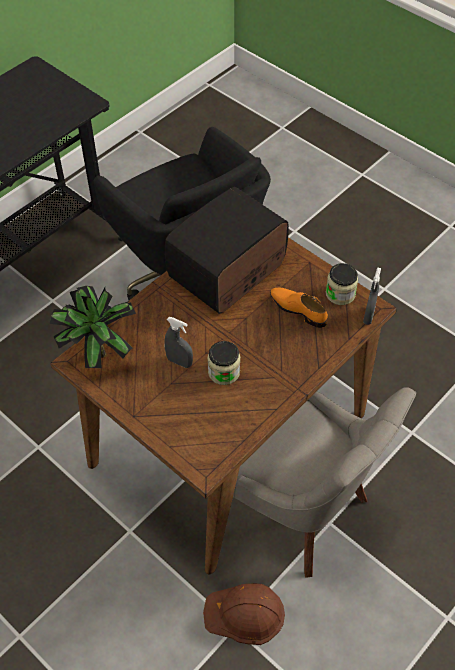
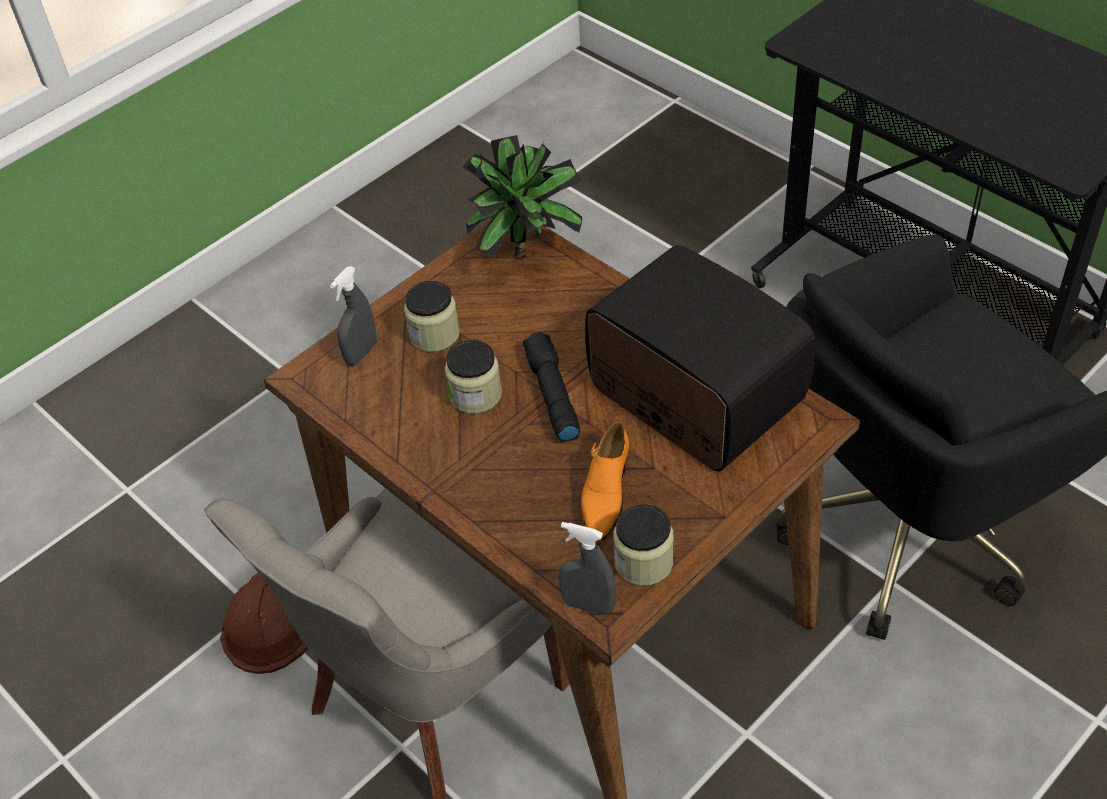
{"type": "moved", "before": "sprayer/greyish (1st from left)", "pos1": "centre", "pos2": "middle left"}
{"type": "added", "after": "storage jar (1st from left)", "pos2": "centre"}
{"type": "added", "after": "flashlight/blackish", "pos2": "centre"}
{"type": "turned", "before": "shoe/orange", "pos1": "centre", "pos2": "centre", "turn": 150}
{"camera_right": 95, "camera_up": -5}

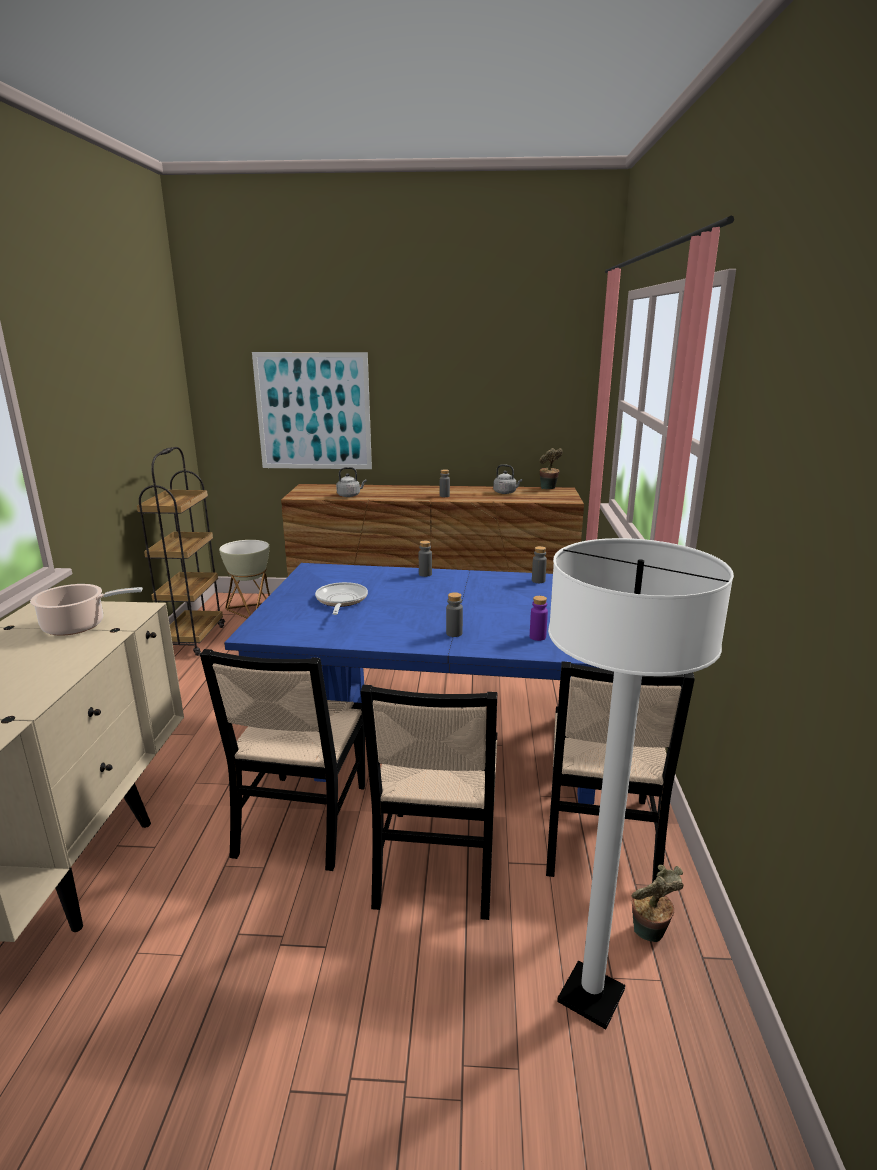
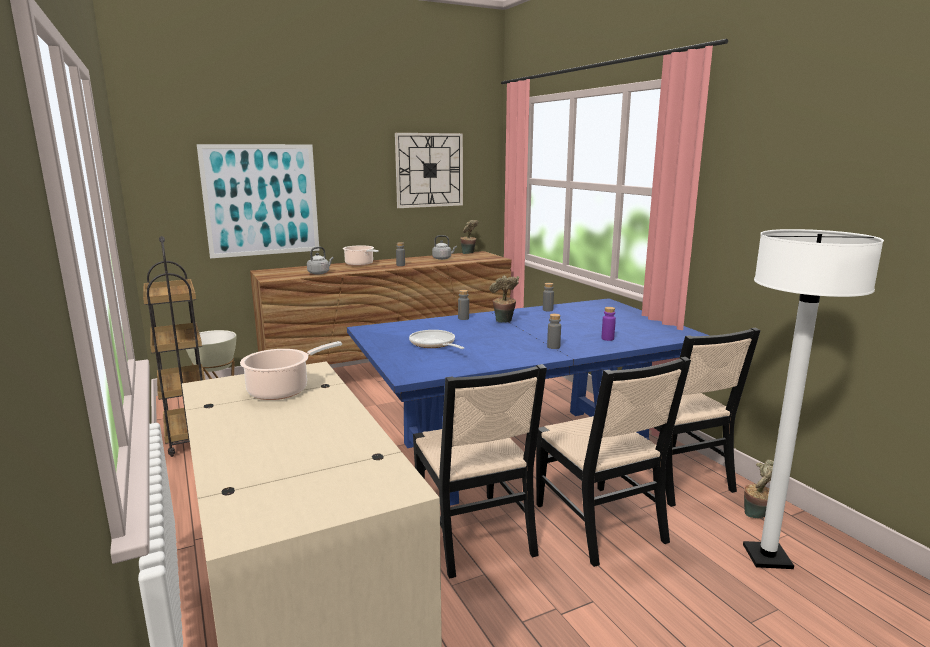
{"type": "added", "after": "cooking pot (2nd from left)", "pos2": "centre"}
{"type": "added", "after": "hanging clock", "pos2": "top centre"}
{"type": "added", "after": "plant in a pot (2nd from left)", "pos2": "centre"}
{"camera_right": -30, "camera_up": -5}

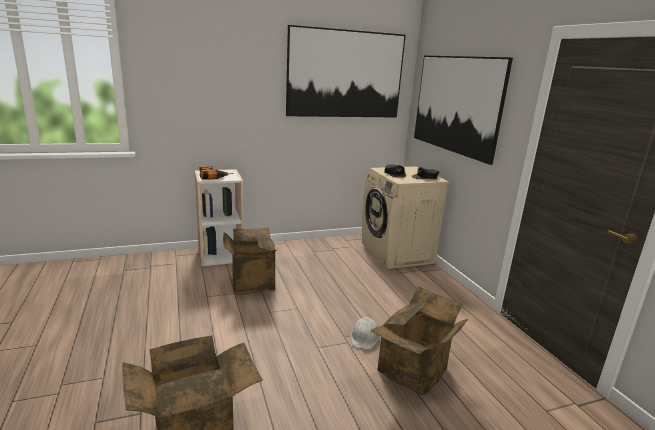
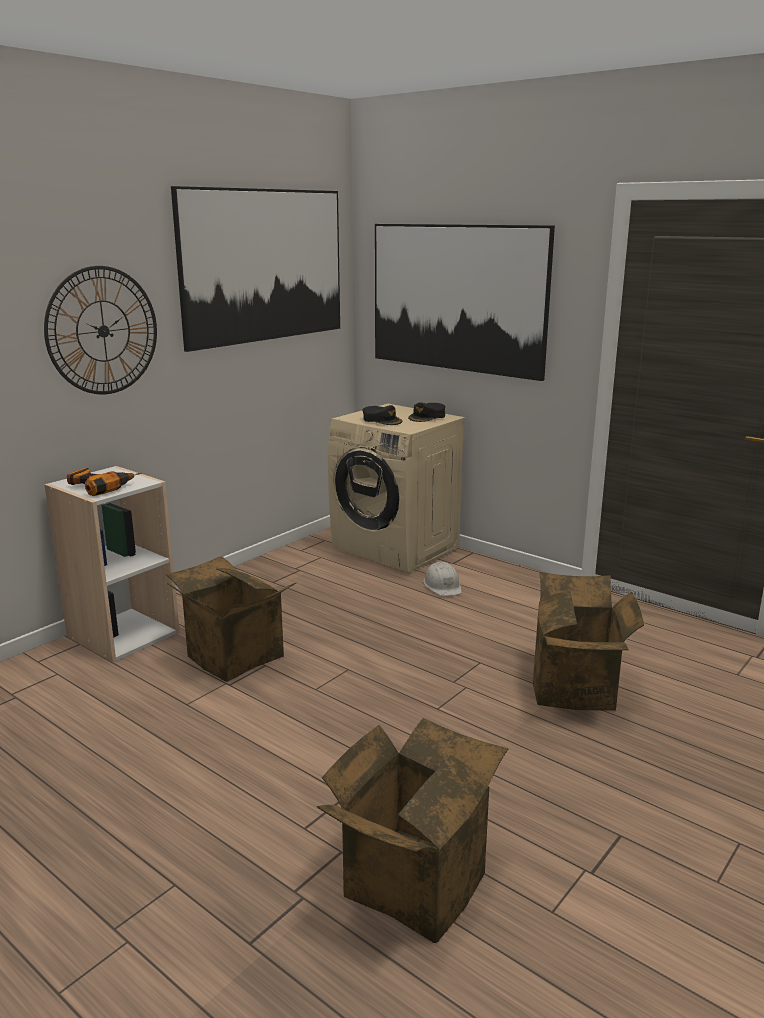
{"type": "added", "after": "hanging clock", "pos2": "top left"}
{"type": "moved", "before": "hard hat/white", "pos1": "bottom centre", "pos2": "centre"}
{"camera_right": -30, "camera_up": 0}

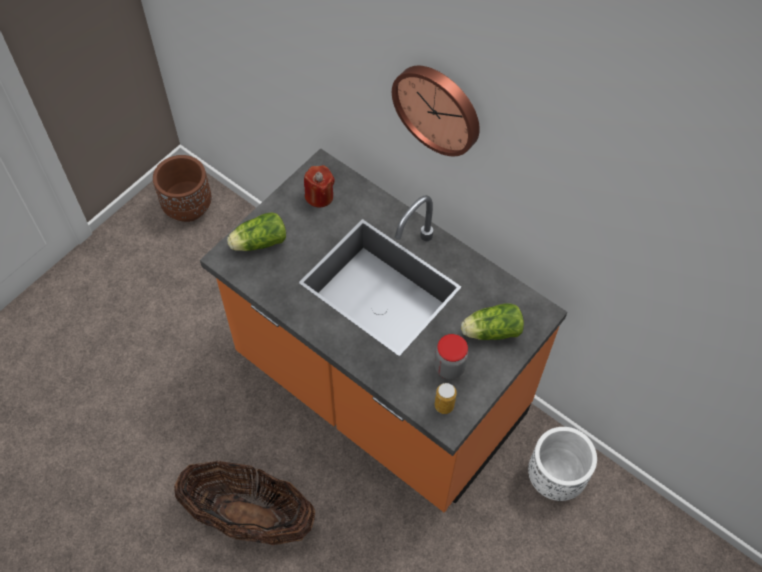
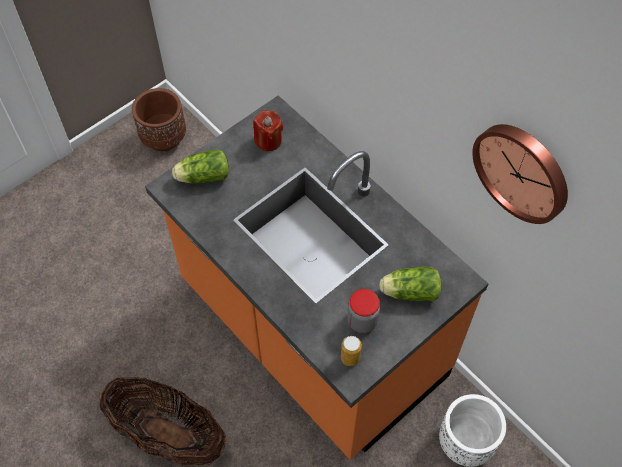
{"type": "moved", "before": "hanging clock", "pos1": "top centre", "pos2": "middle right"}
{"camera_right": 10, "camera_up": 0}

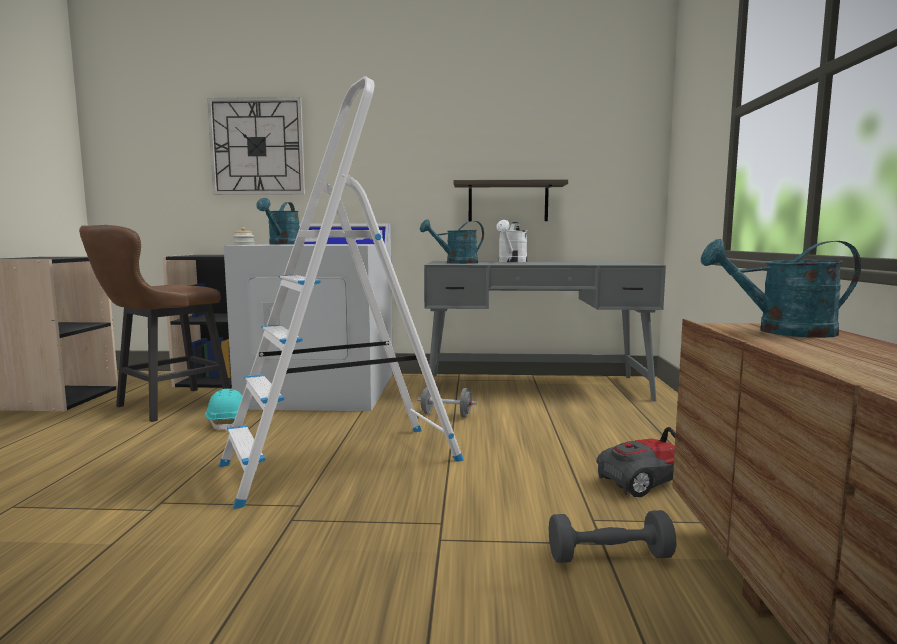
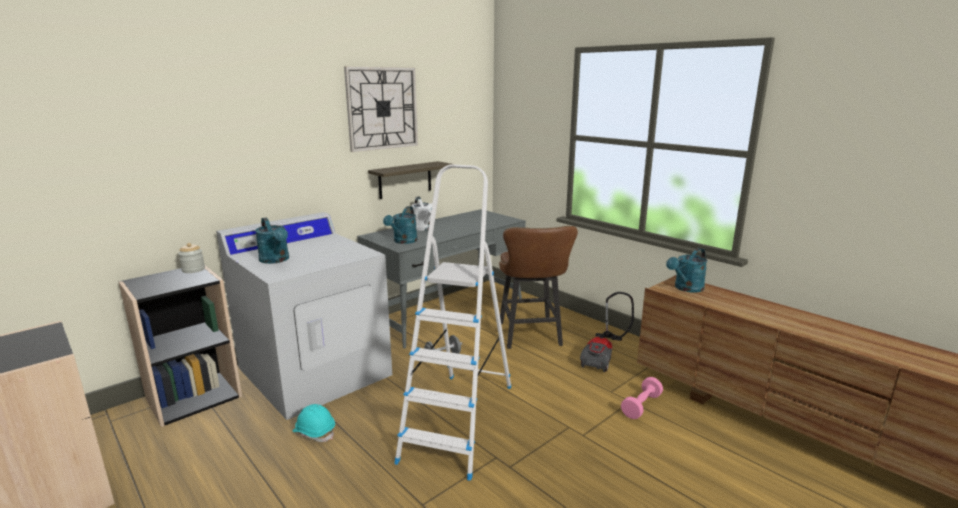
{"type": "moved", "before": "hanging clock", "pos1": "top left", "pos2": "top centre"}
{"type": "moved", "before": "stool seat/brown", "pos1": "middle left", "pos2": "centre"}
{"type": "recoloured", "before": "free weight/greyish (2nd from left)", "after": "free weight/pink", "pos1": "bottom right", "pos2": "bottom right"}
{"camera_right": -45, "camera_up": 10}

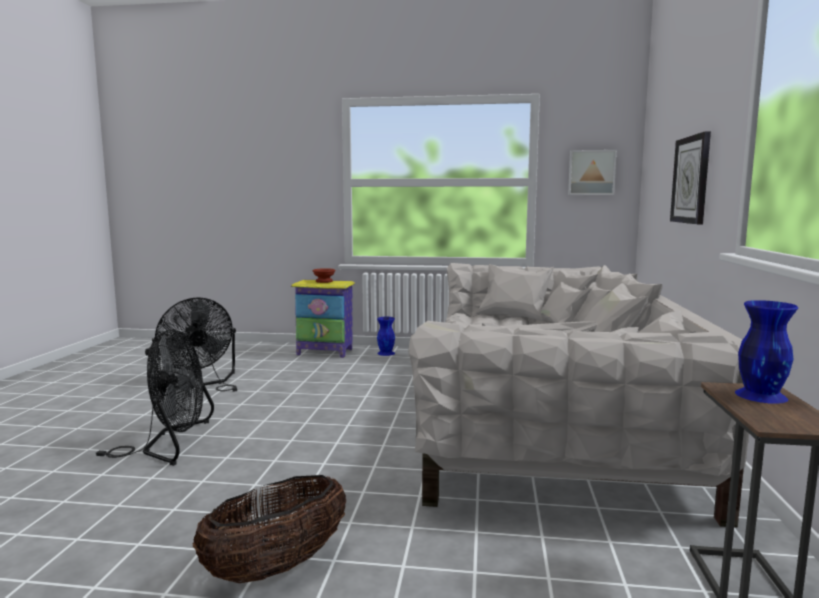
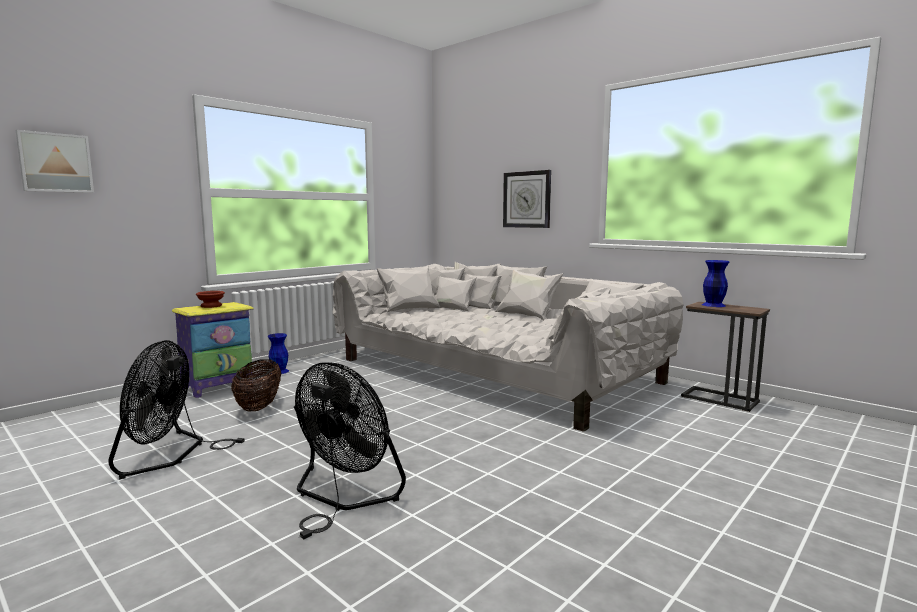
{"type": "moved", "before": "picture", "pos1": "top right", "pos2": "top left"}
{"type": "moved", "before": "basket", "pos1": "bottom left", "pos2": "middle left"}
{"camera_right": -55, "camera_up": 0}

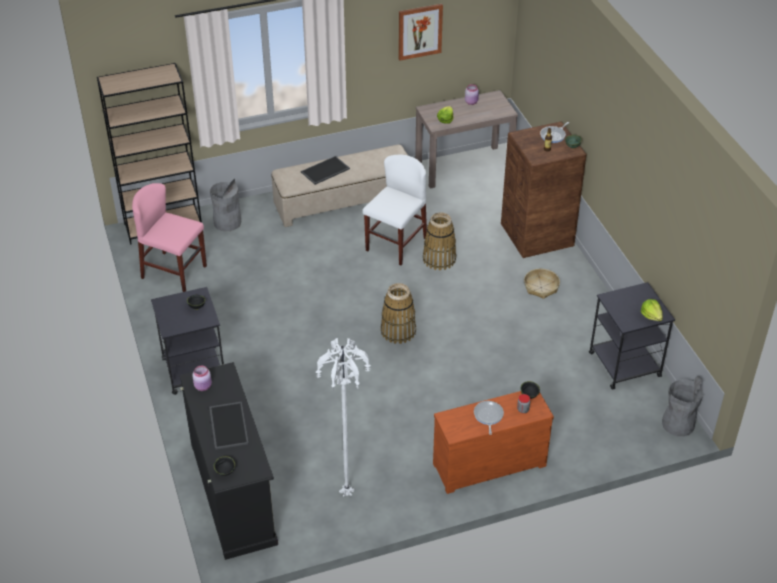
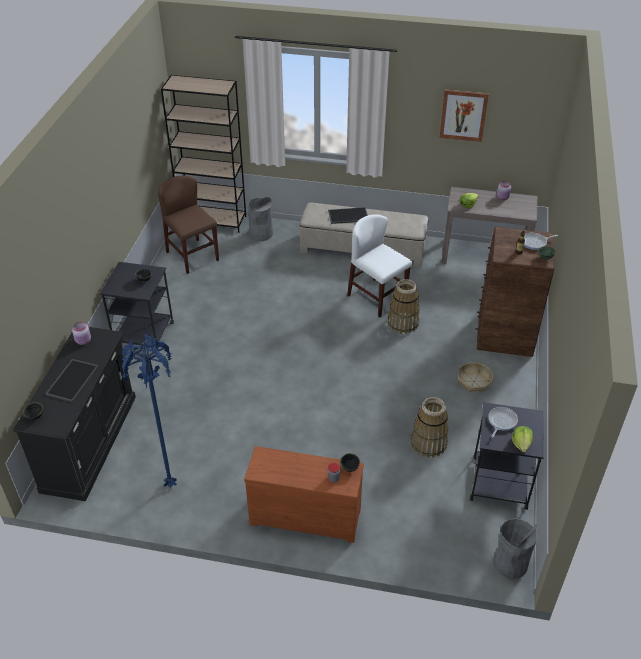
{"type": "recoloured", "before": "standard lamp/white", "after": "standard lamp/blue-coloured", "pos1": "bottom centre", "pos2": "middle left"}
{"type": "recoloured", "before": "upright chair/pink", "after": "upright chair/brown", "pos1": "middle left", "pos2": "middle left"}
{"type": "turned", "before": "upright chair/white", "pos1": "centre", "pos2": "centre", "turn": -105}
{"type": "moved", "before": "basket (1st from left in the first image)", "after": "basket (2nd from left)", "pos1": "centre", "pos2": "middle right"}
{"type": "moved", "before": "frying pan (1st from left)", "pos1": "bottom centre", "pos2": "middle right"}
{"camera_right": 30, "camera_up": 0}

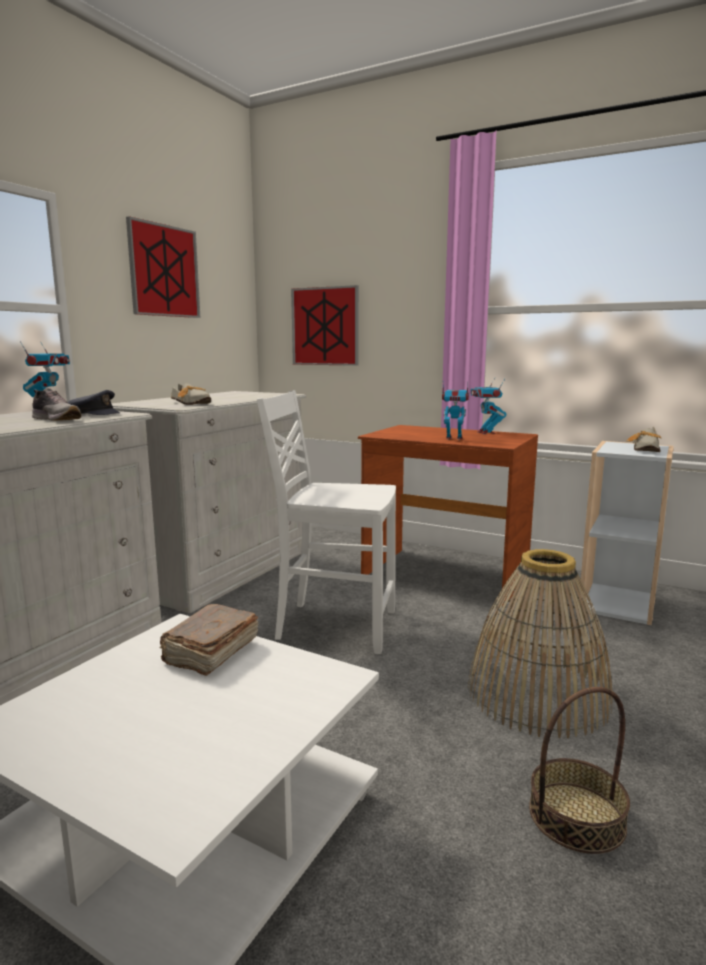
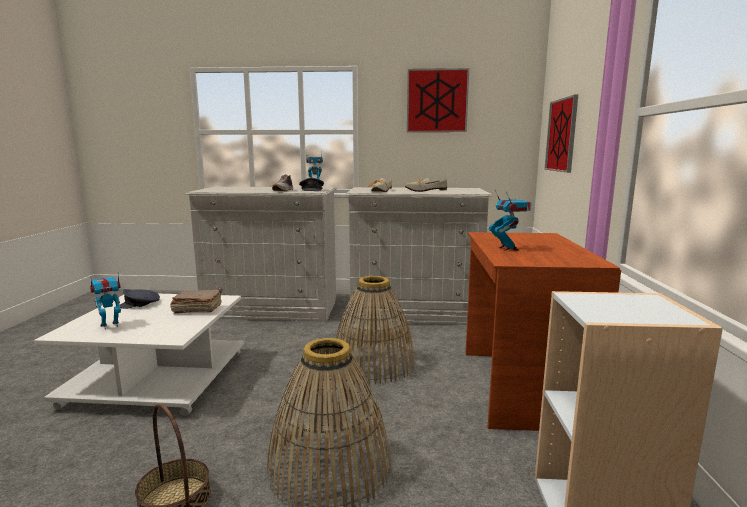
{"type": "moved", "before": "toy robot (3rd from left in the first image)", "after": "toy robot (1st from left)", "pos1": "middle right", "pos2": "middle left"}
{"type": "added", "after": "cap/greyish (1st from left)", "pos2": "middle left"}
{"type": "replaced", "before": "upright chair/white", "after": "basket (3rd from left)", "pos1": "centre", "pos2": "centre"}
{"type": "moved", "before": "shoe (3rd from left)", "pos1": "middle right", "pos2": "centre"}
{"camera_right": 65, "camera_up": 0}

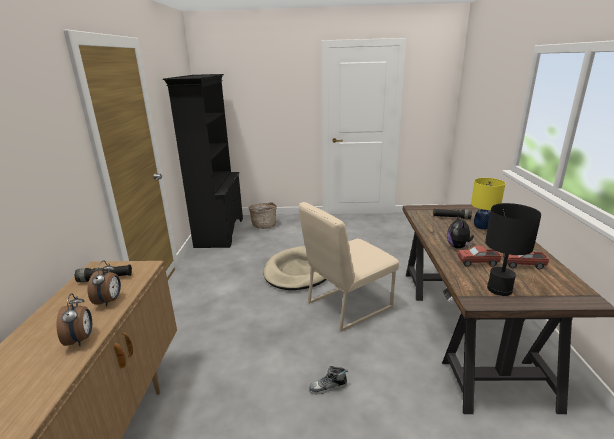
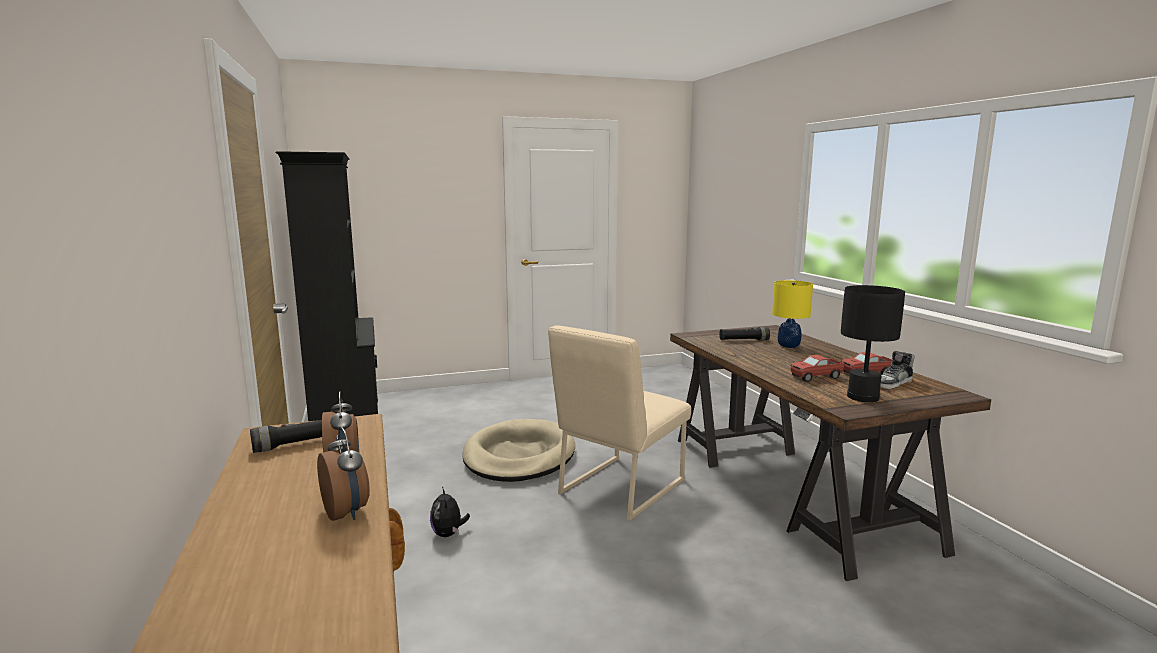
{"type": "moved", "before": "cuddly toy", "pos1": "middle right", "pos2": "bottom centre"}
{"type": "moved", "before": "shoe", "pos1": "bottom centre", "pos2": "middle right"}
{"type": "removed", "before": "basket", "pos1": "centre"}
{"camera_right": -20, "camera_up": -10}

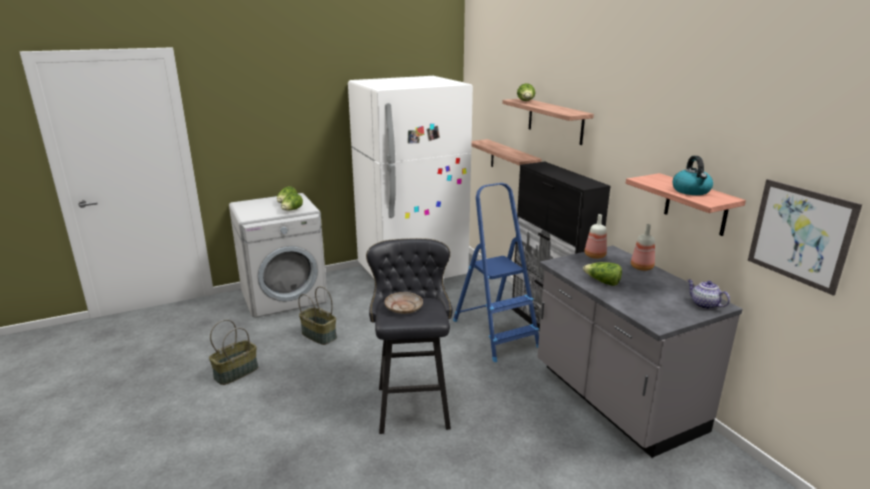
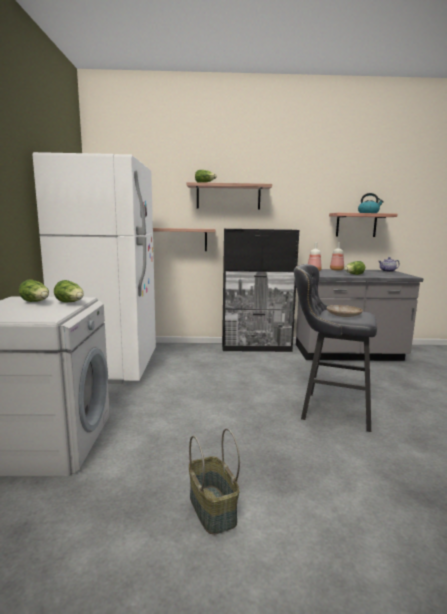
{"type": "removed", "before": "basket (2nd from left)", "pos1": "centre"}
{"type": "removed", "before": "stepladder/blue-coloured", "pos1": "centre"}
{"type": "removed", "before": "picture", "pos1": "middle right"}
{"camera_right": -65, "camera_up": -10}

